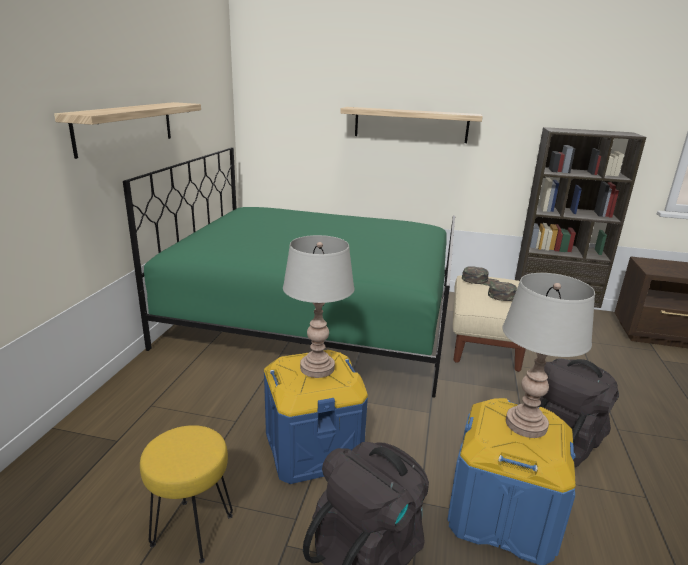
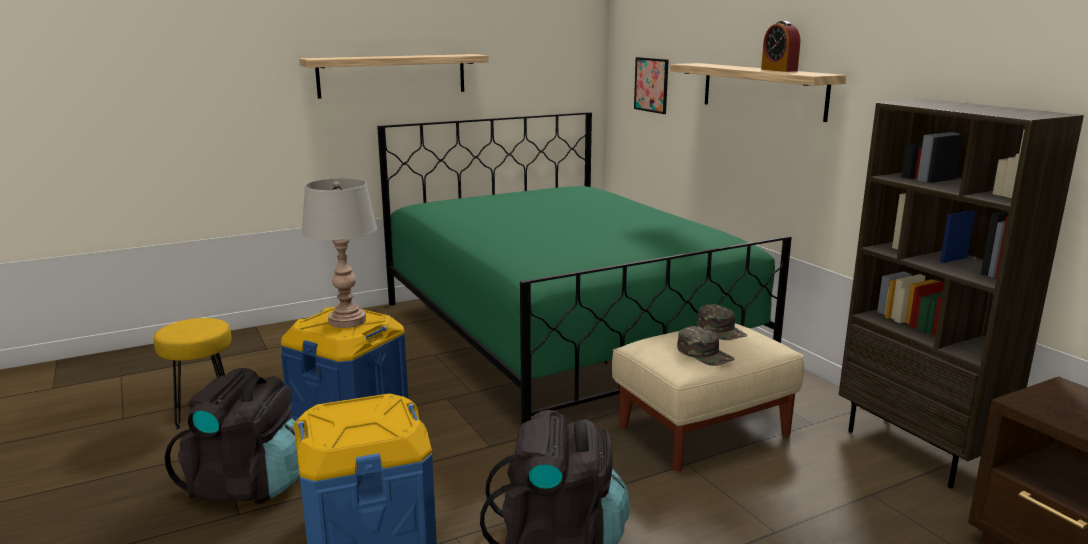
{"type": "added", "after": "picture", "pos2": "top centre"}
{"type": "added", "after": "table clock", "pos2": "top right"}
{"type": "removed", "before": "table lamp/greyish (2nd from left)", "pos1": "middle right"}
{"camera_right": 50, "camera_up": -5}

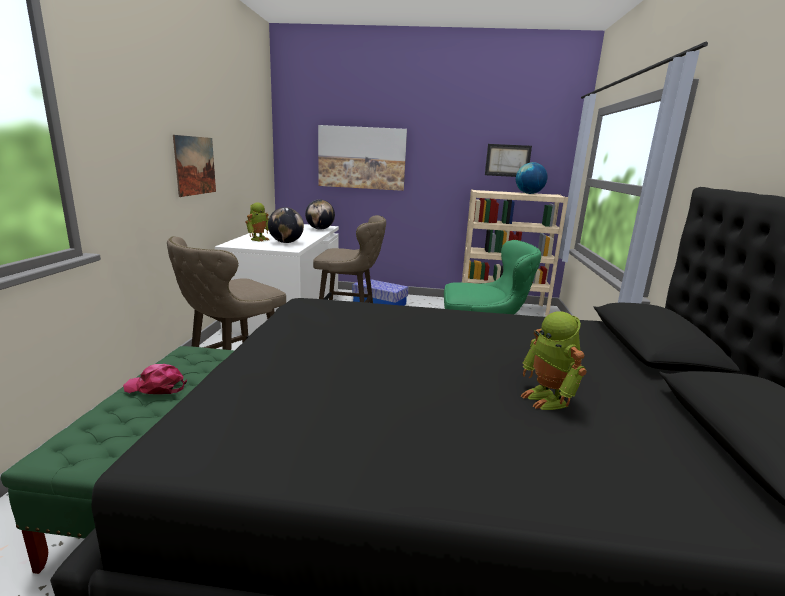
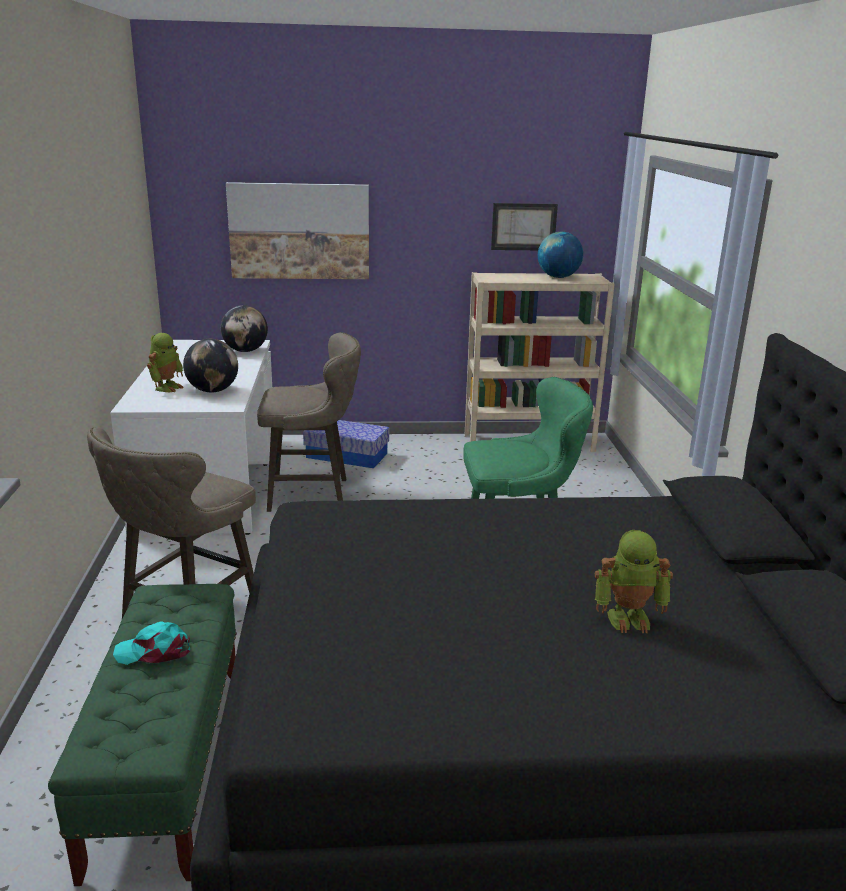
{"type": "recoloured", "before": "cap/pink", "after": "cap/blue-green", "pos1": "middle left", "pos2": "bottom left"}
{"type": "turned", "before": "toy robot (2nd from left)", "pos1": "middle right", "pos2": "middle right", "turn": -60}
{"type": "removed", "before": "picture (1st from left)", "pos1": "top left"}
{"camera_right": -10, "camera_up": 5}

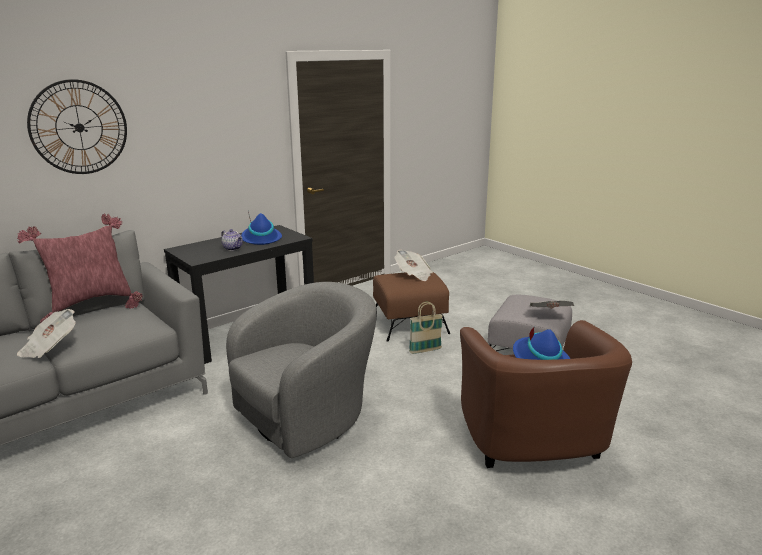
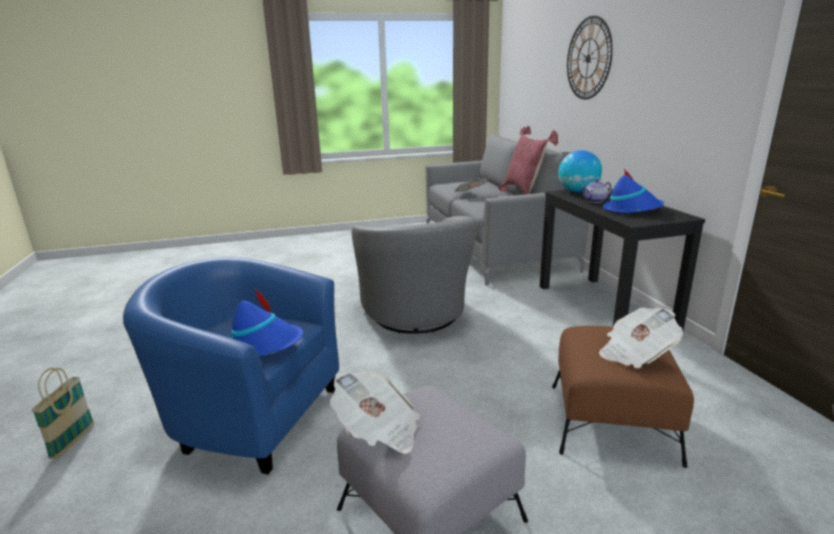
{"type": "moved", "before": "basket", "pos1": "centre", "pos2": "bottom left"}
{"type": "recoloured", "before": "armchair/brown", "after": "armchair/blue-coloured", "pos1": "bottom right", "pos2": "bottom left"}
{"type": "added", "after": "globe", "pos2": "top right"}
{"camera_right": 115, "camera_up": 0}

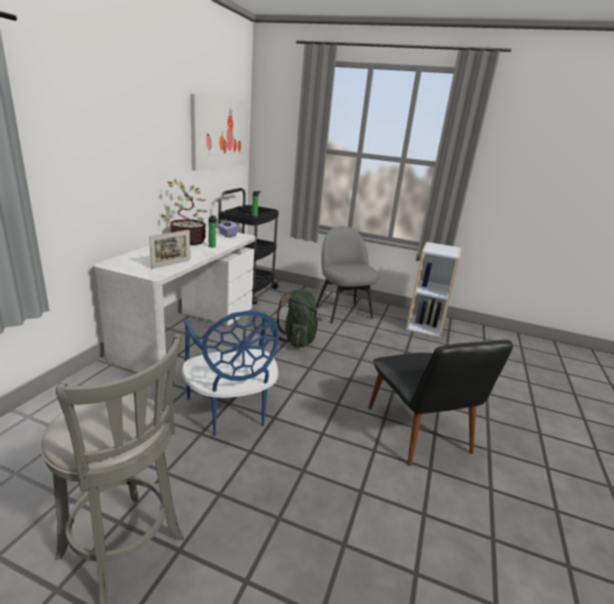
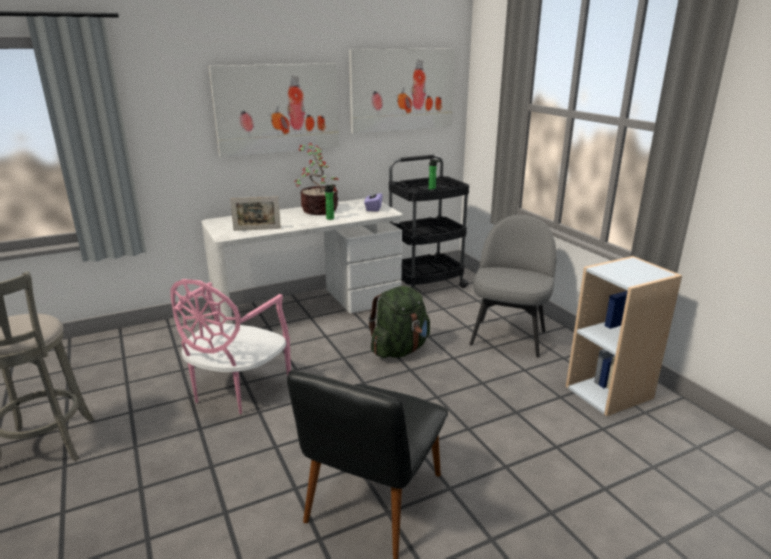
{"type": "recoloured", "before": "upright chair/blue-coloured", "after": "upright chair/pink", "pos1": "centre", "pos2": "middle left"}
{"type": "added", "after": "picture (1st from left)", "pos2": "top centre"}
{"camera_right": 45, "camera_up": 0}

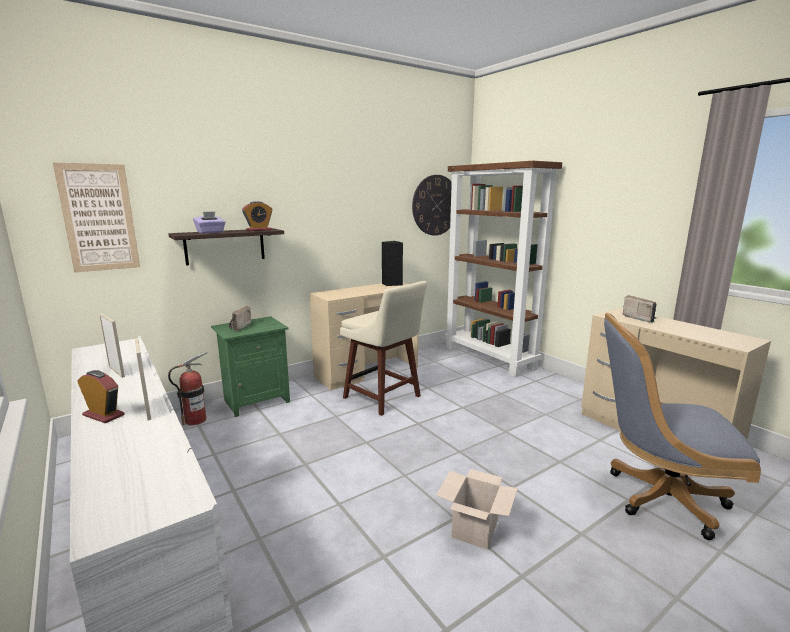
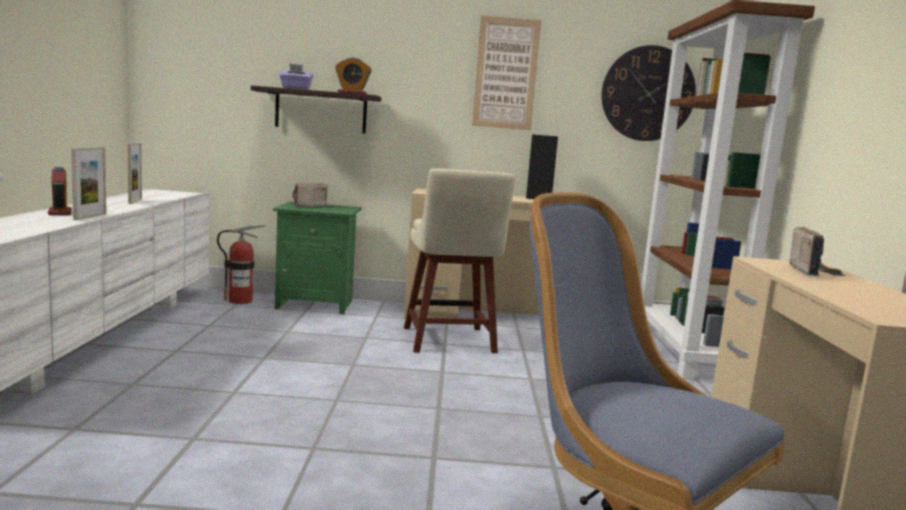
{"type": "moved", "before": "picture", "pos1": "middle left", "pos2": "top centre"}
{"type": "removed", "before": "cardboard box", "pos1": "bottom centre"}
{"camera_right": 35, "camera_up": -5}

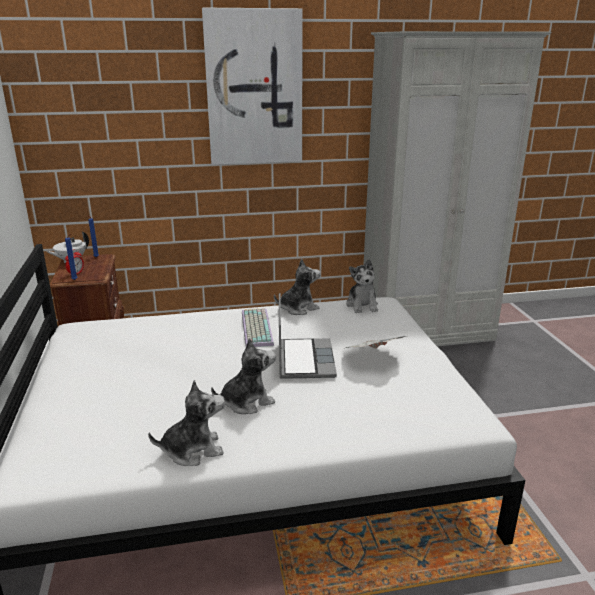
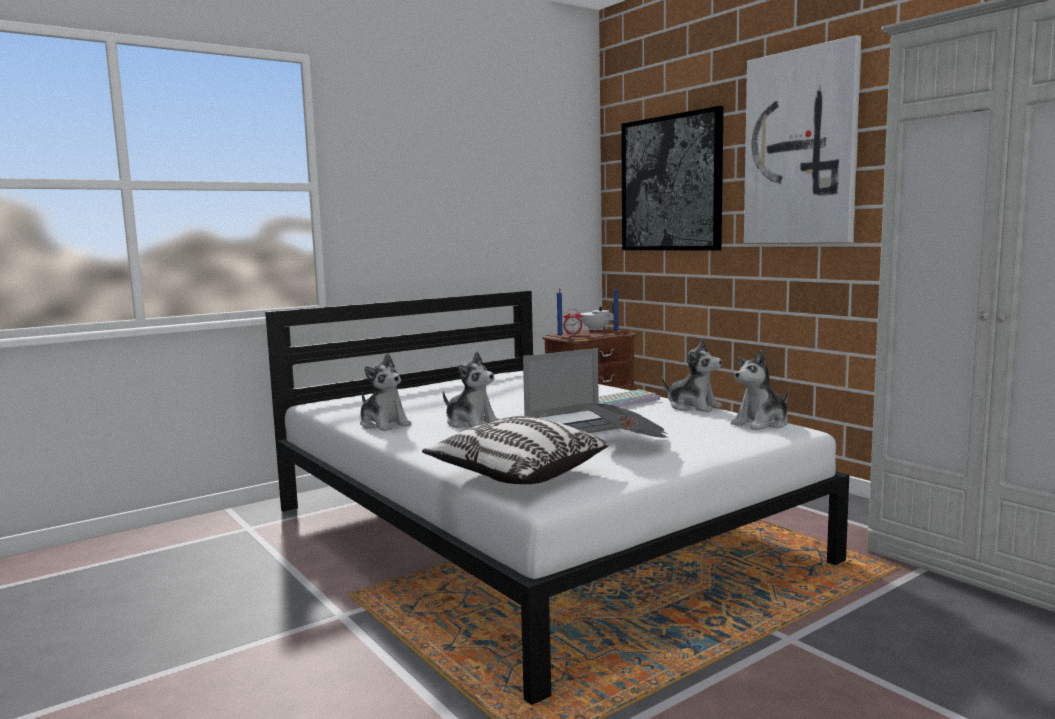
{"type": "added", "after": "pillow", "pos2": "centre"}
{"type": "added", "after": "picture (1st from left)", "pos2": "top centre"}
{"camera_right": 65, "camera_up": -15}

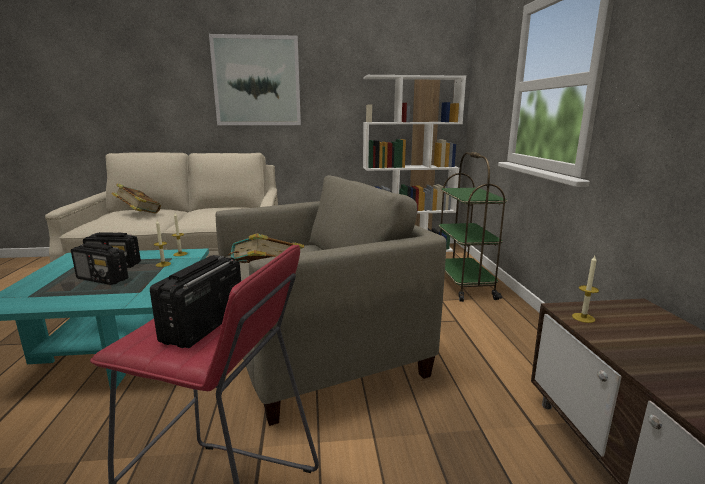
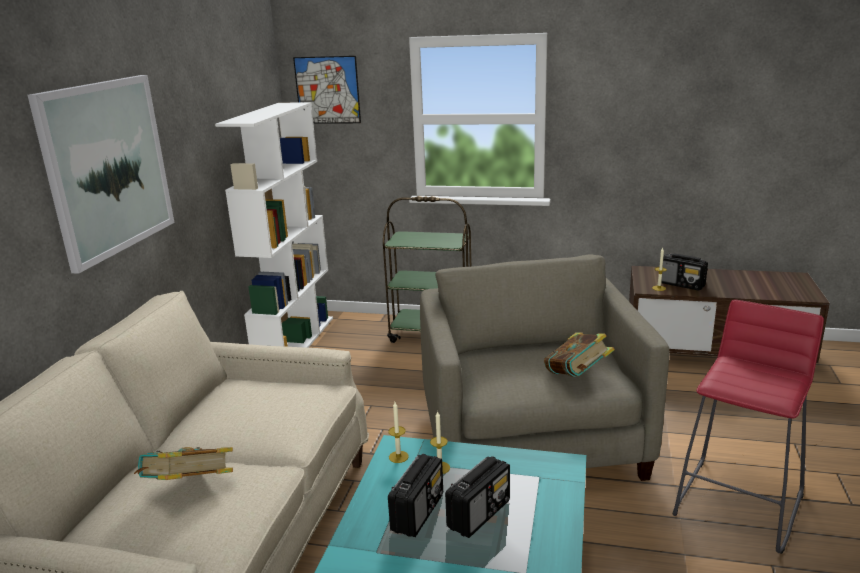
{"type": "added", "after": "picture (2nd from left)", "pos2": "top centre"}
{"type": "moved", "before": "radio receiver (3rd from left)", "pos1": "middle left", "pos2": "middle right"}
{"camera_right": -70, "camera_up": 5}

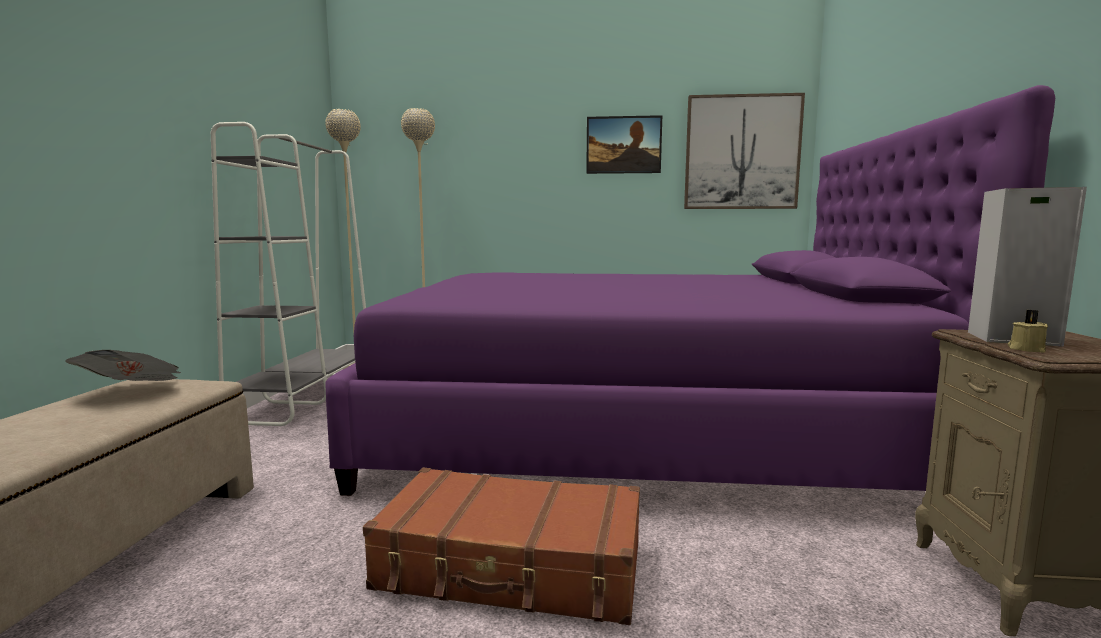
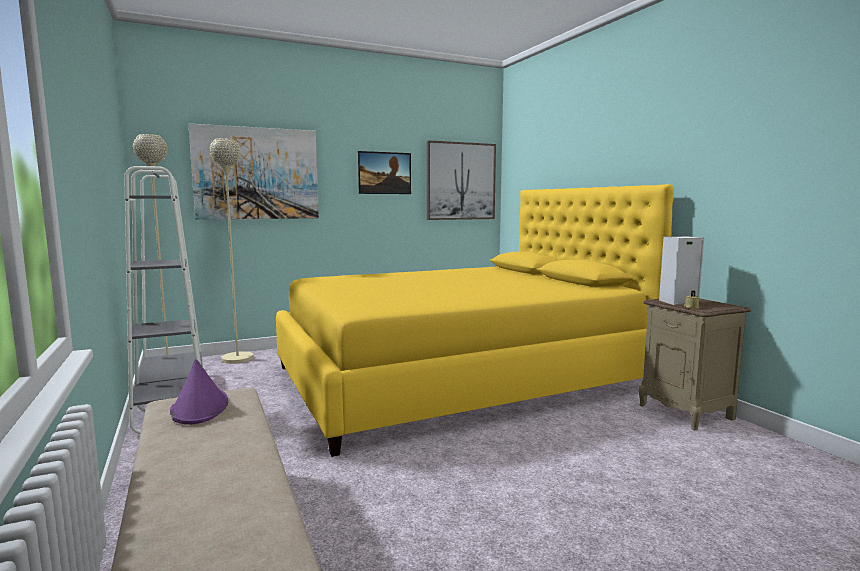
{"type": "replaced", "before": "newspaper", "after": "clothing hat/purple-coloured", "pos1": "middle left", "pos2": "bottom left"}
{"type": "added", "after": "picture (1st from left)", "pos2": "top left"}
{"type": "recoloured", "before": "bedroom bed/purple-coloured", "after": "bedroom bed/yellow-coloured", "pos1": "centre", "pos2": "centre"}
{"type": "removed", "before": "suitcase/brown", "pos1": "bottom centre"}
{"camera_right": -30, "camera_up": 0}

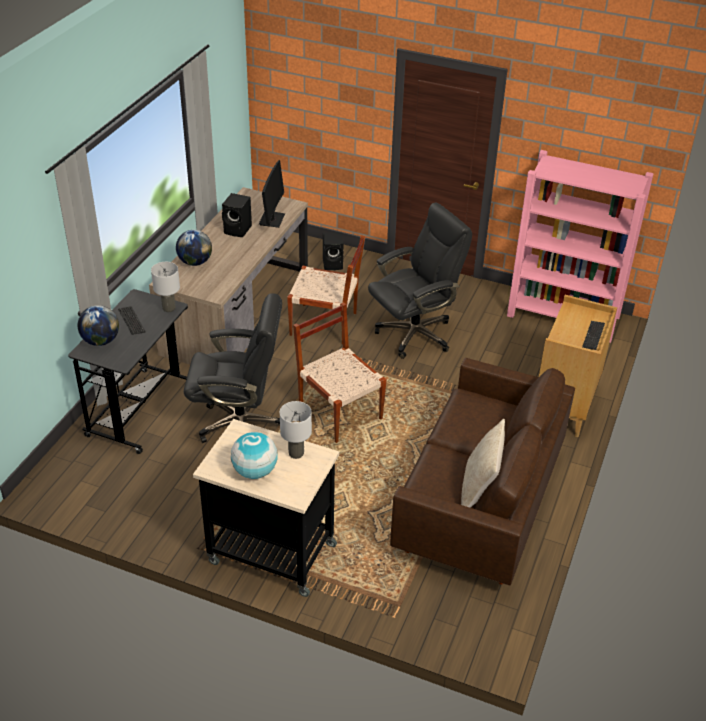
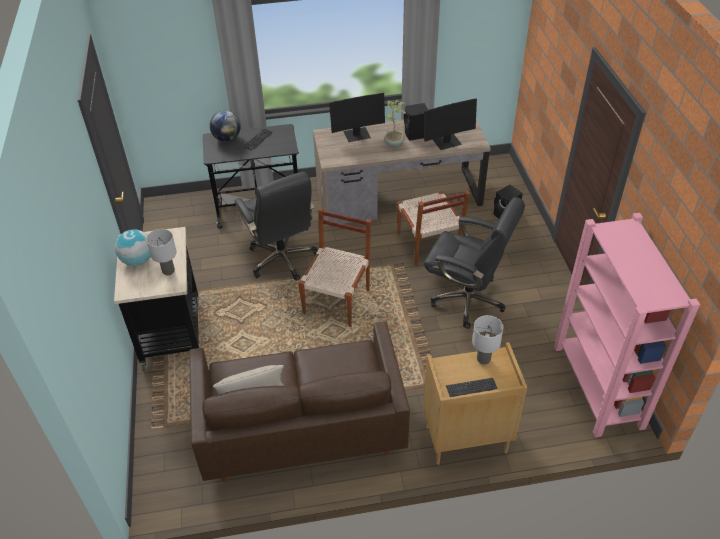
{"type": "replaced", "before": "globe (2nd from left)", "after": "computer screen (1st from left)", "pos1": "middle left", "pos2": "top centre"}
{"type": "added", "after": "plant in a pot", "pos2": "top centre"}
{"type": "moved", "before": "table lamp/white (1st from left in the first image)", "after": "table lamp/white (2nd from left)", "pos1": "middle left", "pos2": "middle right"}
{"camera_right": 60, "camera_up": 5}

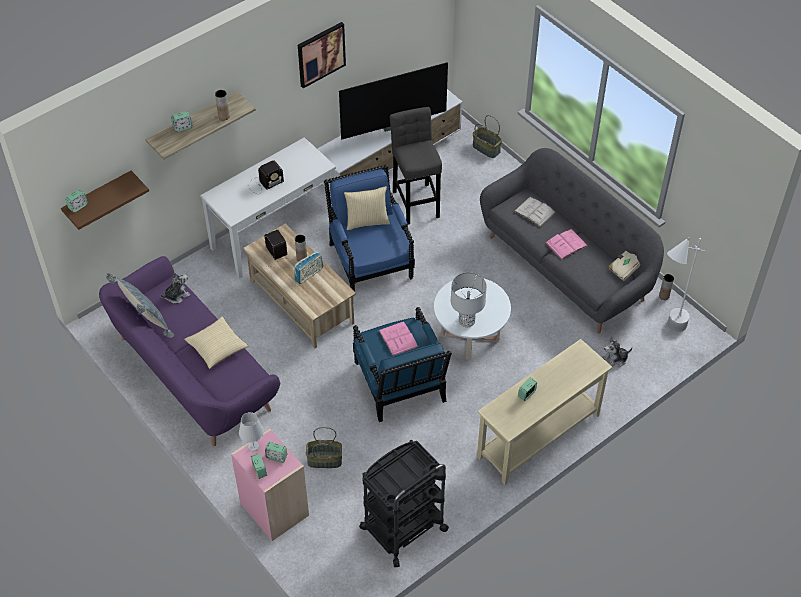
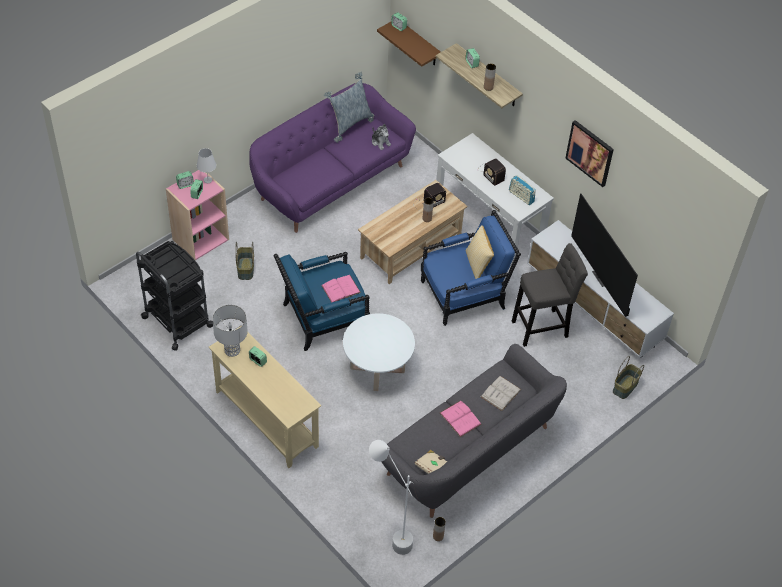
{"type": "moved", "before": "table lamp/white (2nd from left)", "pos1": "centre", "pos2": "middle left"}
{"type": "moved", "before": "radio receiver (3rd from left)", "pos1": "centre", "pos2": "top right"}
{"type": "removed", "before": "pillow (2nd from left)", "pos1": "middle left"}
{"type": "removed", "before": "cuddly toy (2nd from left)", "pos1": "middle right"}
{"camera_right": 85, "camera_up": 0}

